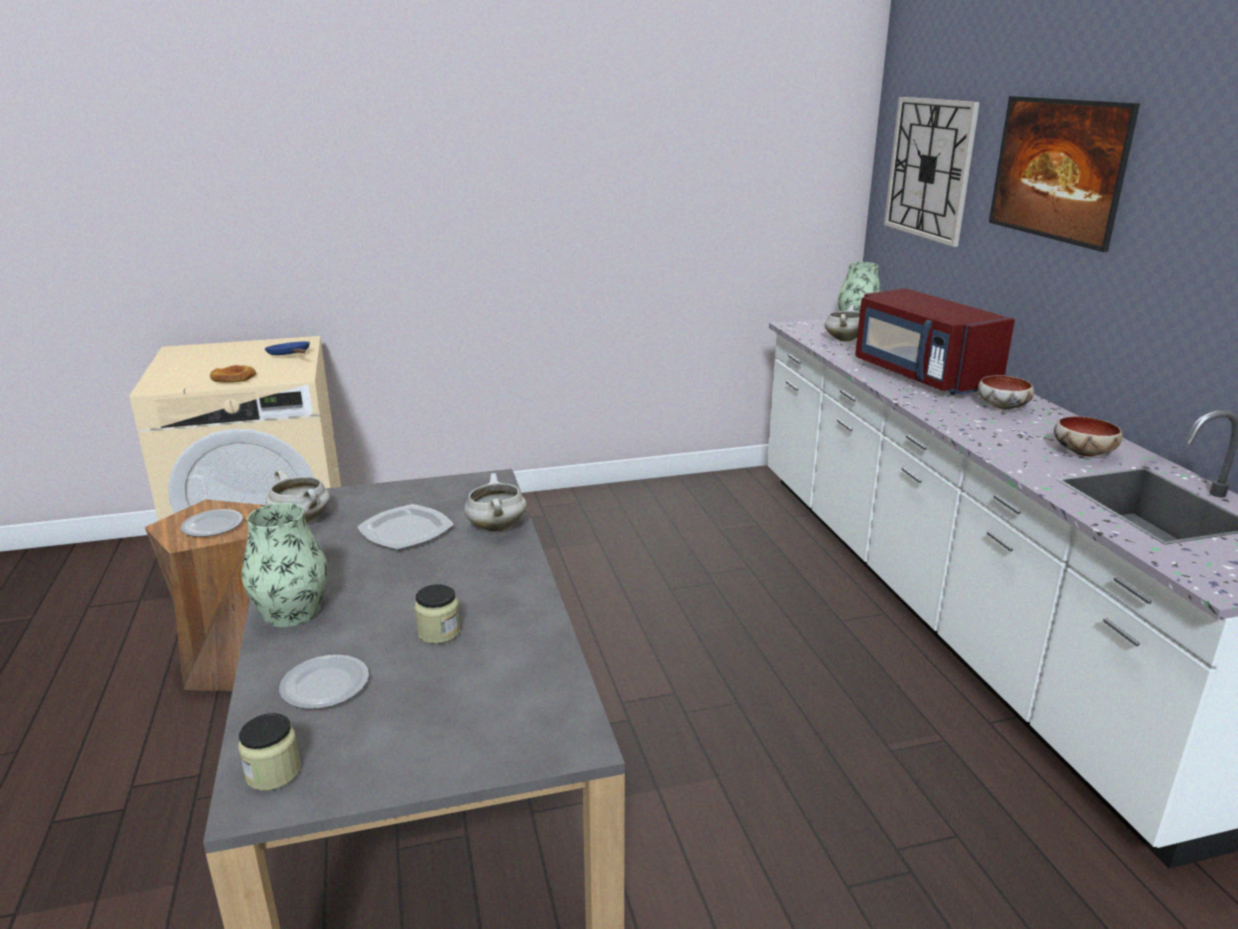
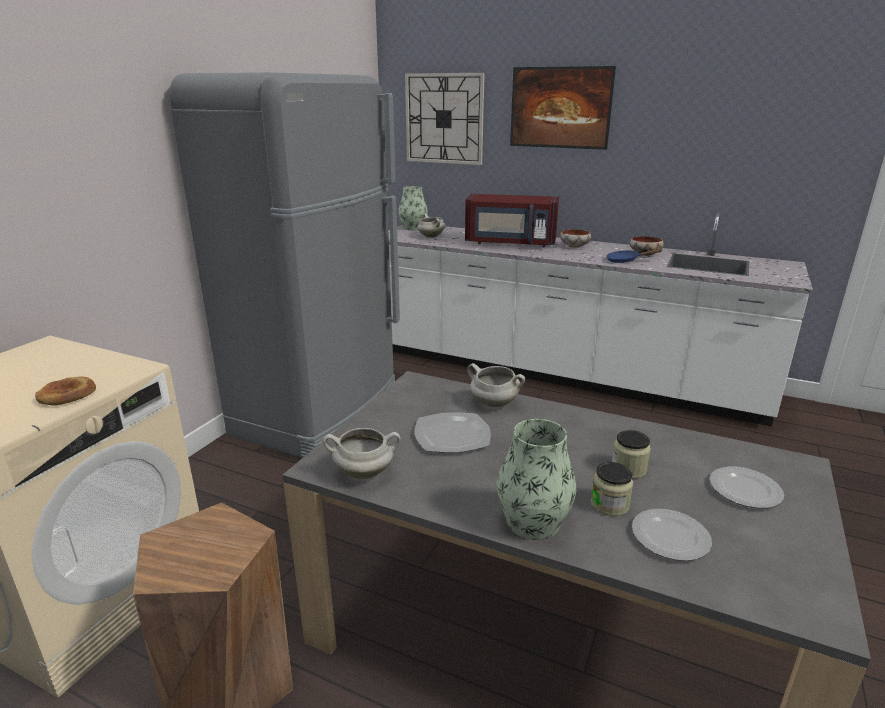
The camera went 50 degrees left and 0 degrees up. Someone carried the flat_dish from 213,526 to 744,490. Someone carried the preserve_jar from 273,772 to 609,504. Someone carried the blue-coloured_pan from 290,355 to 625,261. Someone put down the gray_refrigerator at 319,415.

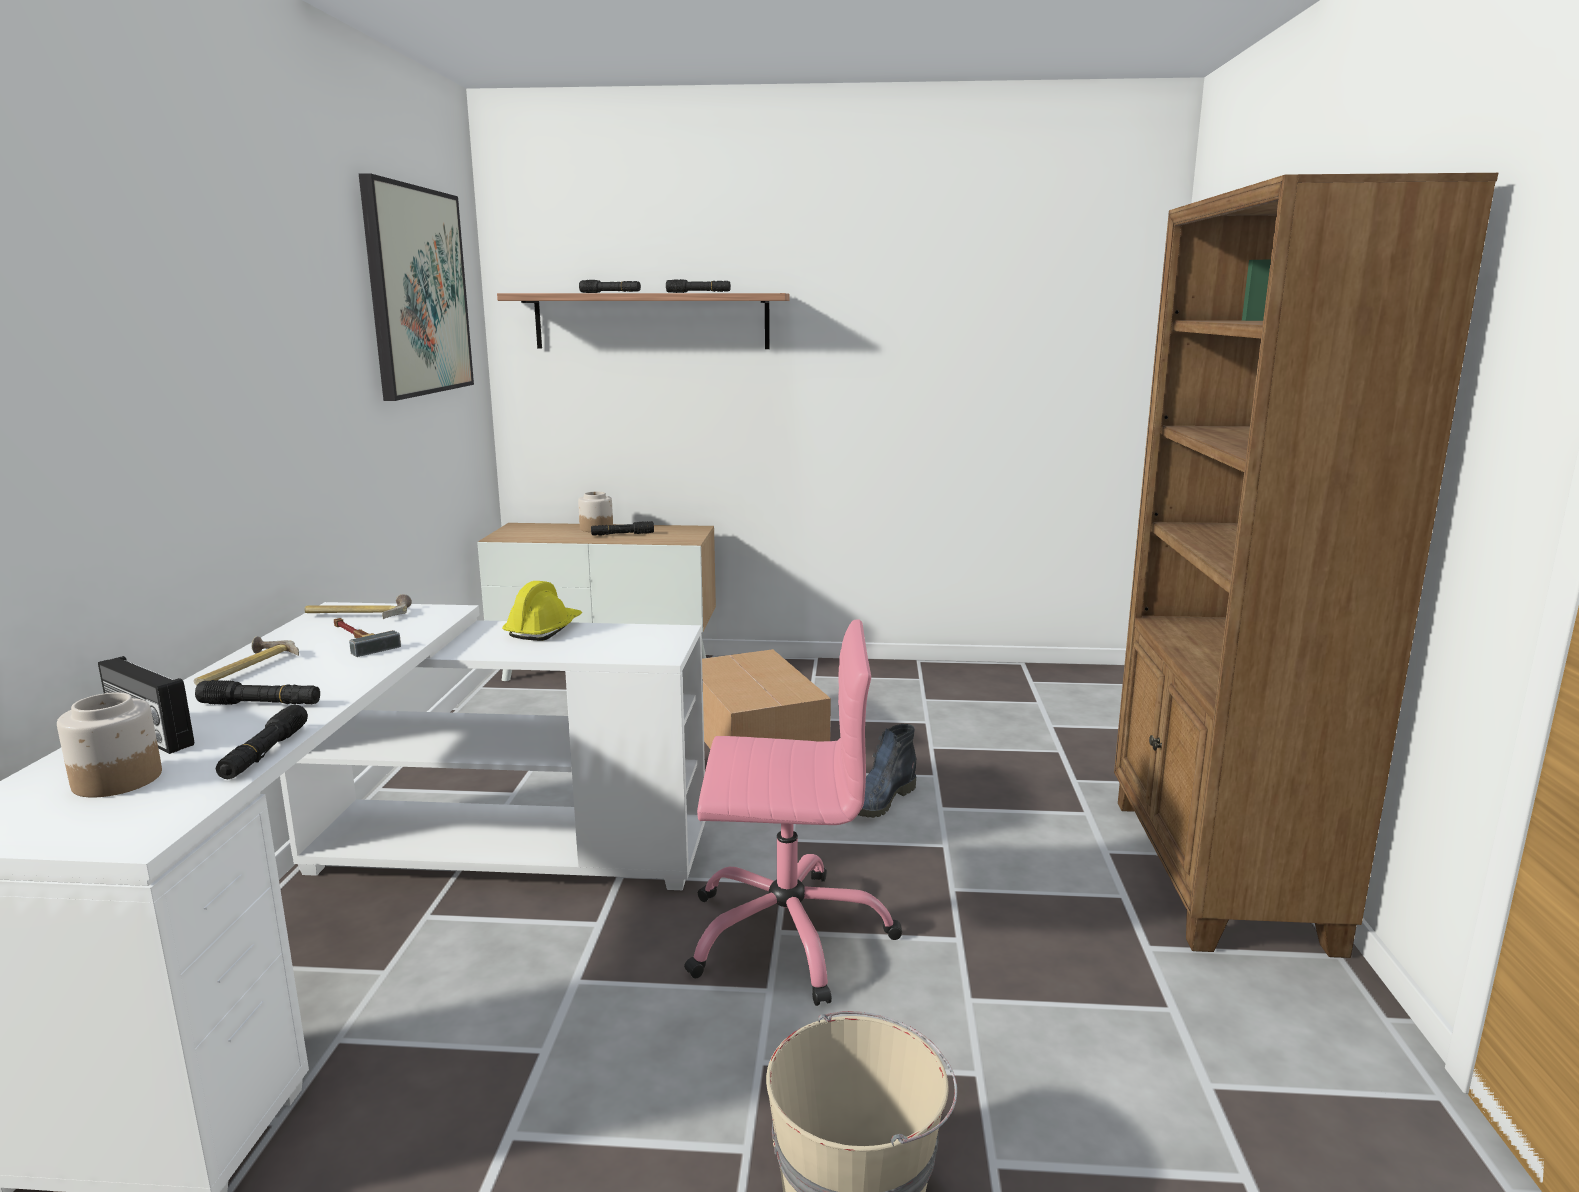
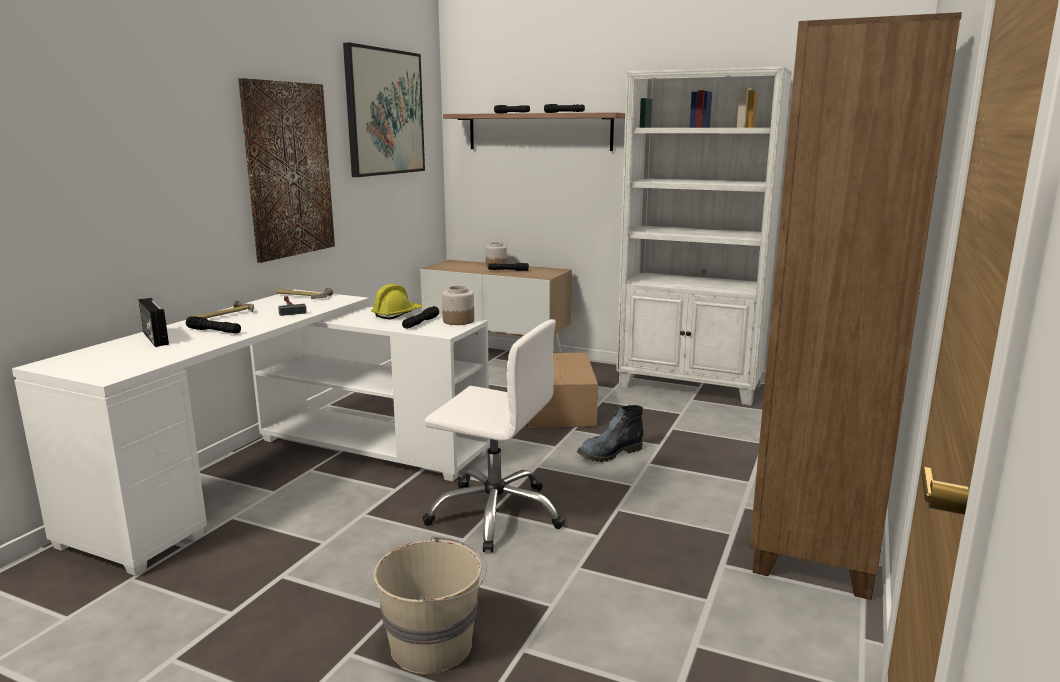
The camera went 20 degrees right and 0 degrees up. Someone carried the preserve_jar from 116,780 to 458,321. Someone carried the black_hand_torch from 265,753 to 421,323. Someone repainted the pink_office_chair at 788,934, which became the white_office_chair at 496,514. Someone put up the wall_picture at 288,170. Someone put down the white_shelving_unit at 690,386.

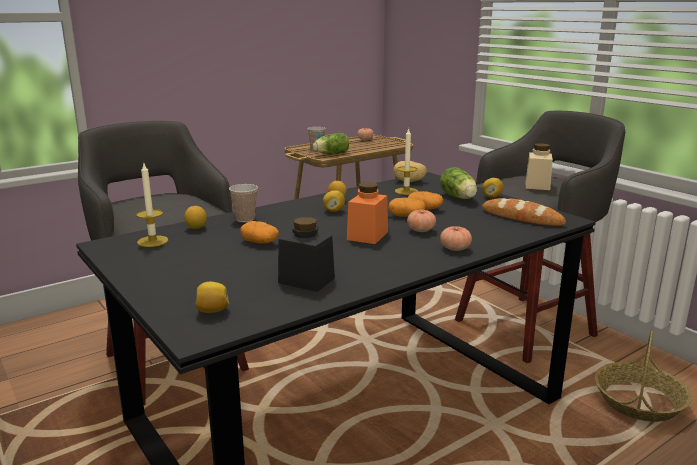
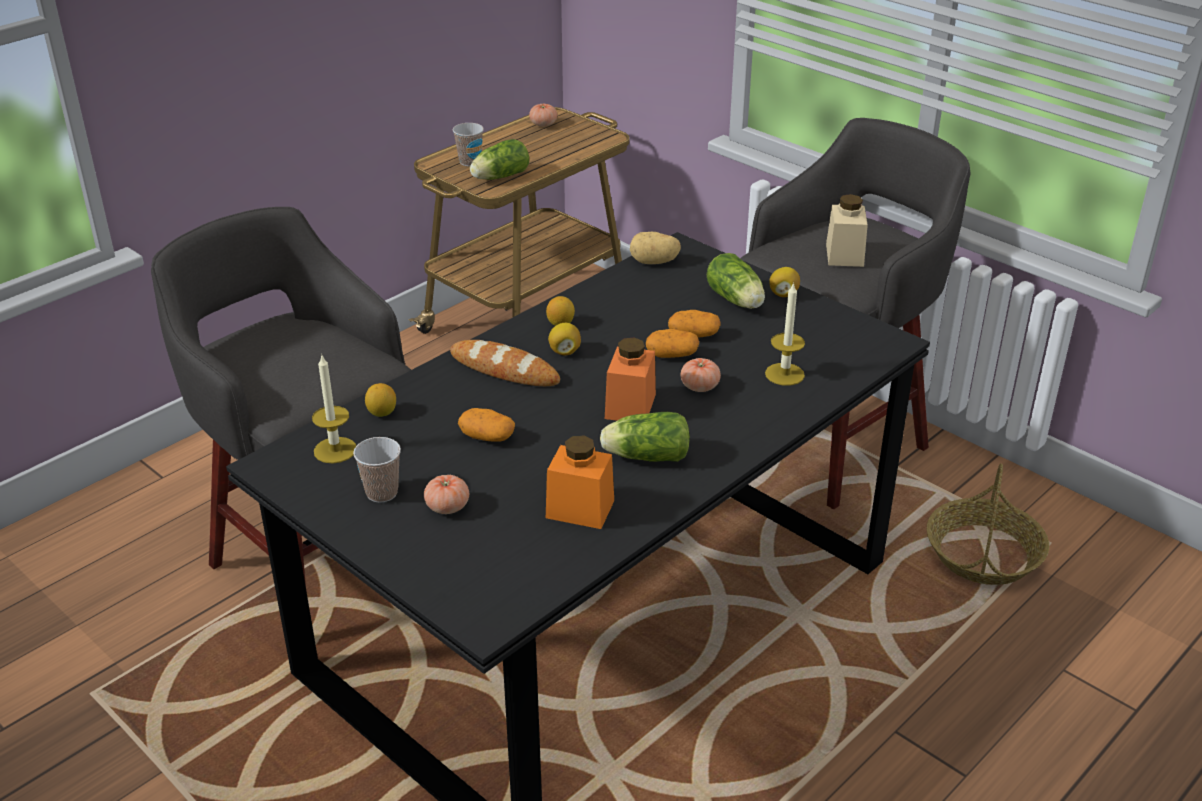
The camera went 10 degrees left and 15 degrees up. Someone took away the lemon at 212,311. Someone carried the small_cup from 245,219 to 382,493. Someone repainted the black_preserve_jar at 306,280, which became the orangey_preserve_jar at 580,509. Someone carried the wax_candle from 406,191 to 784,374. Someone carried the fresh_tomato from 455,248 to 447,507. Someone carried the bread from 521,218 to 504,369. Someone put down the head_of_lettuce at 644,456.

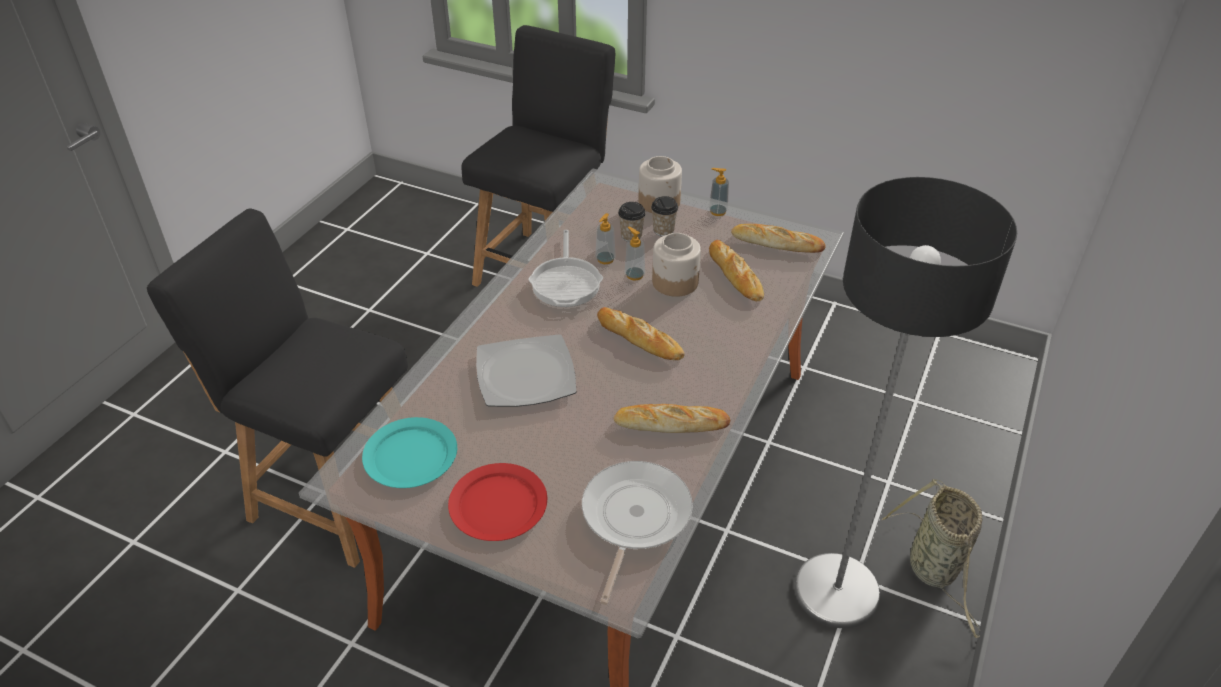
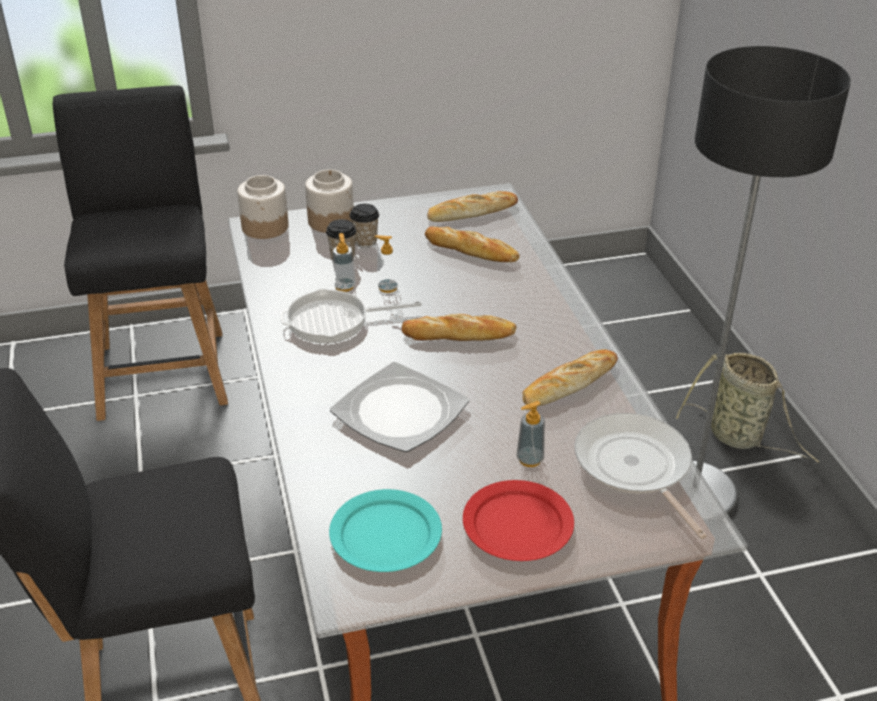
The camera went 40 degrees left and 5 degrees down. Someone rotated the pan at 566,282 by 120 degrees clockwise. Someone carried the preserve_jar from 675,282 to 265,227. Someone carried the soap_bottle from 717,211 to 529,459.

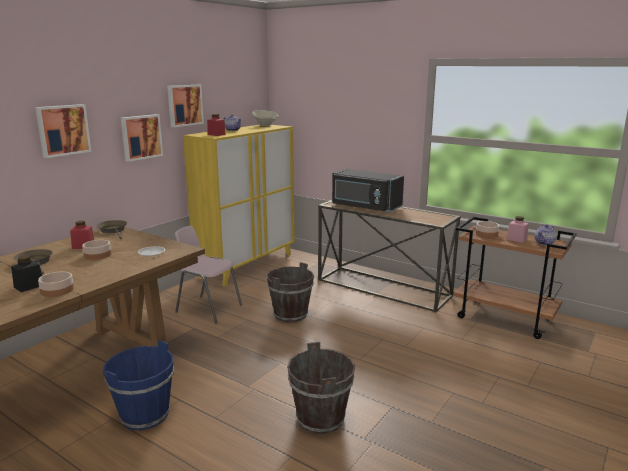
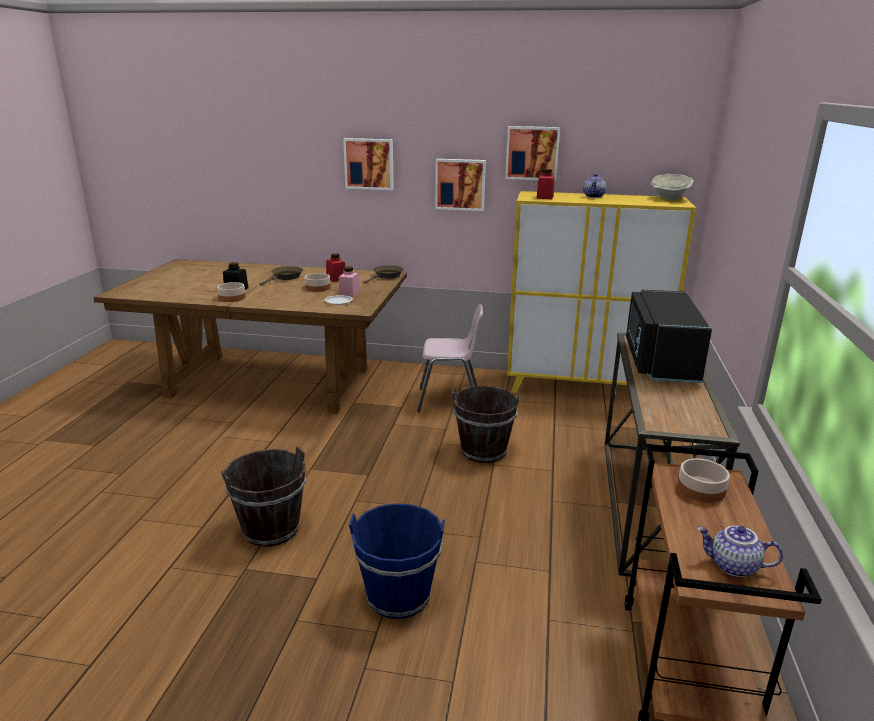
The camera went 65 degrees right and 5 degrees up. Someone carried the blue-coloured_water_bucket from 145,415 to 398,596. Someone rotated the pink_chair at 208,308 by 90 degrees clockwise. Someone carried the pink_preserve_jar from 516,239 to 349,293.

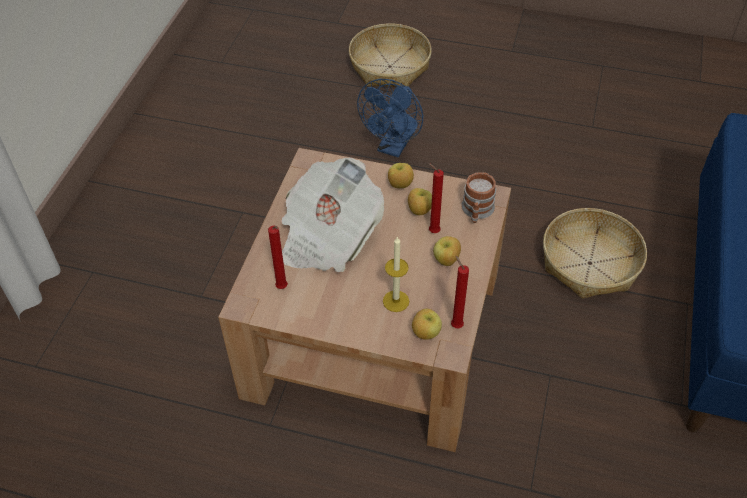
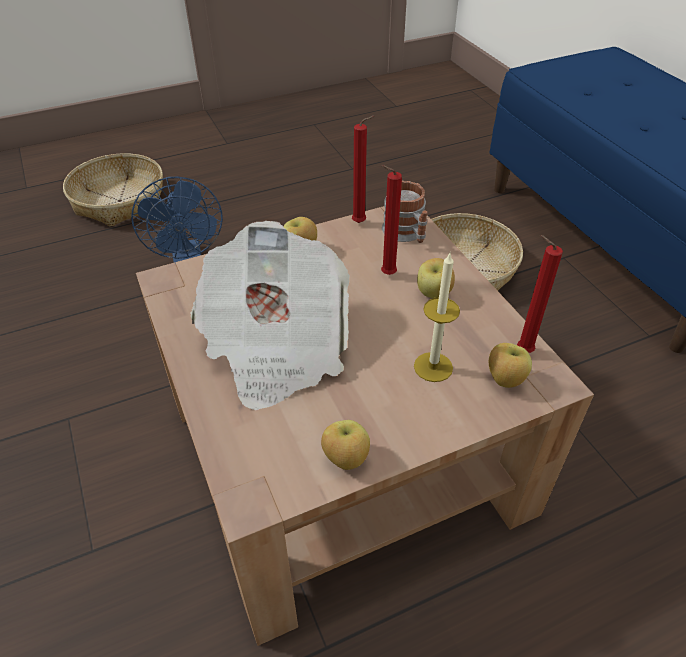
The camera went 40 degrees left and 5 degrees down. Someone carried the red-coloured_wax_candle from 282,288 to 361,223. Someone carried the apple from 419,211 to 345,459.

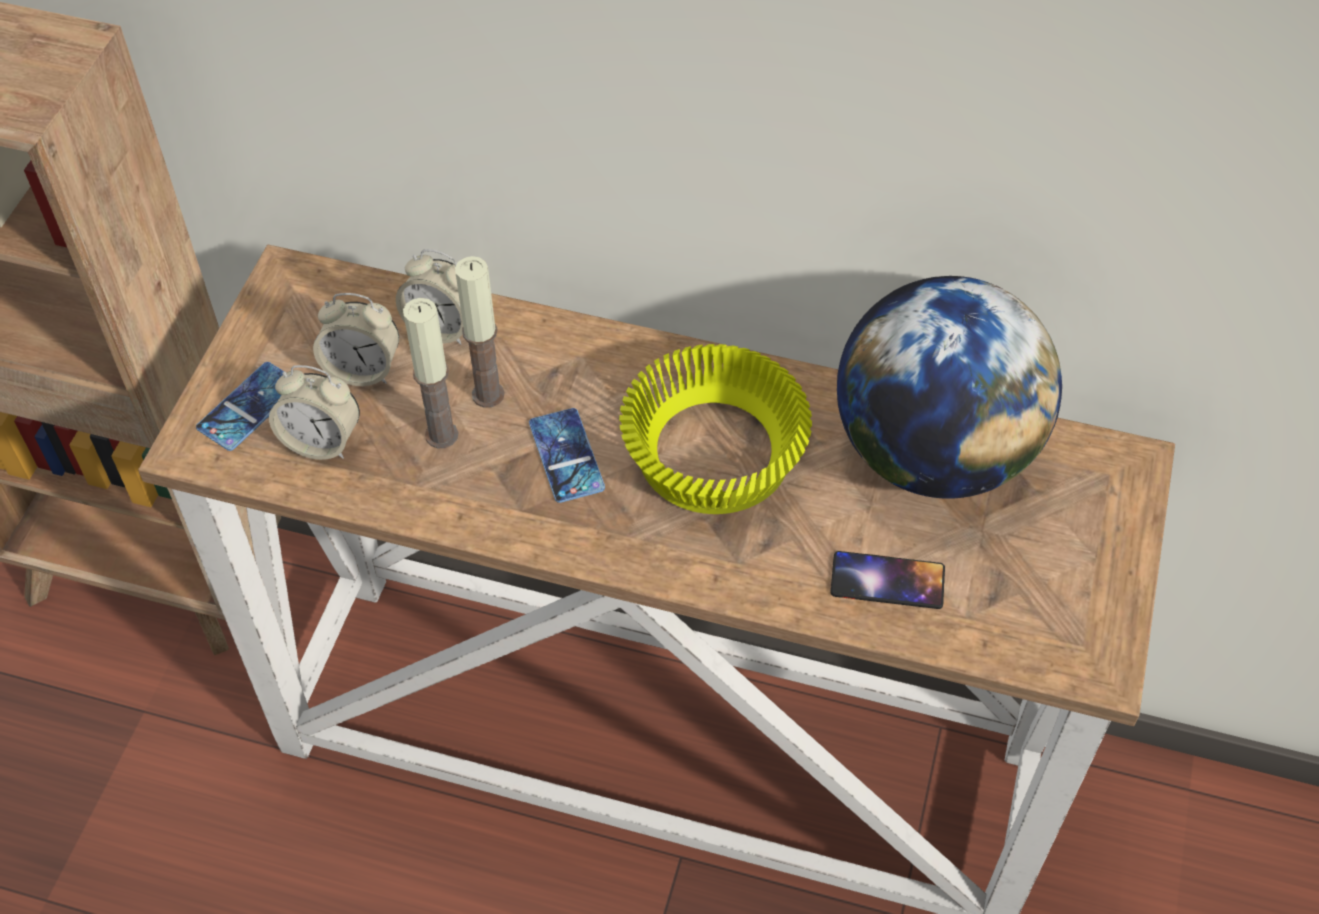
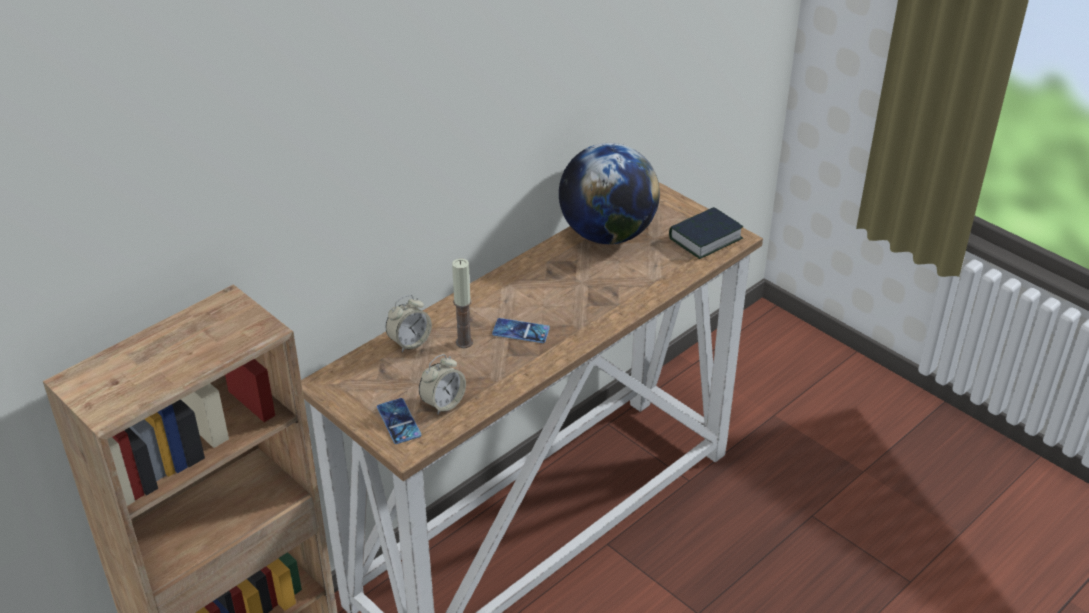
The camera went 60 degrees left and 15 degrees down. Someone took away the table_clock at 362,369. Someone took away the wax_candle at 442,435. Someone took away the yellow_bowl at 717,455. Someone took away the telephone at 887,580. Someone put down the book at 705,238.

